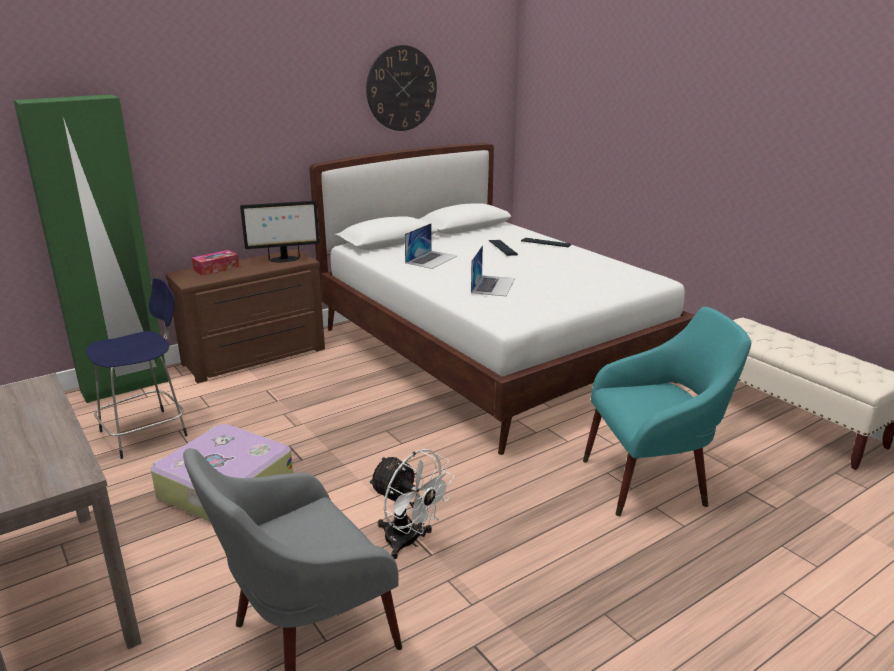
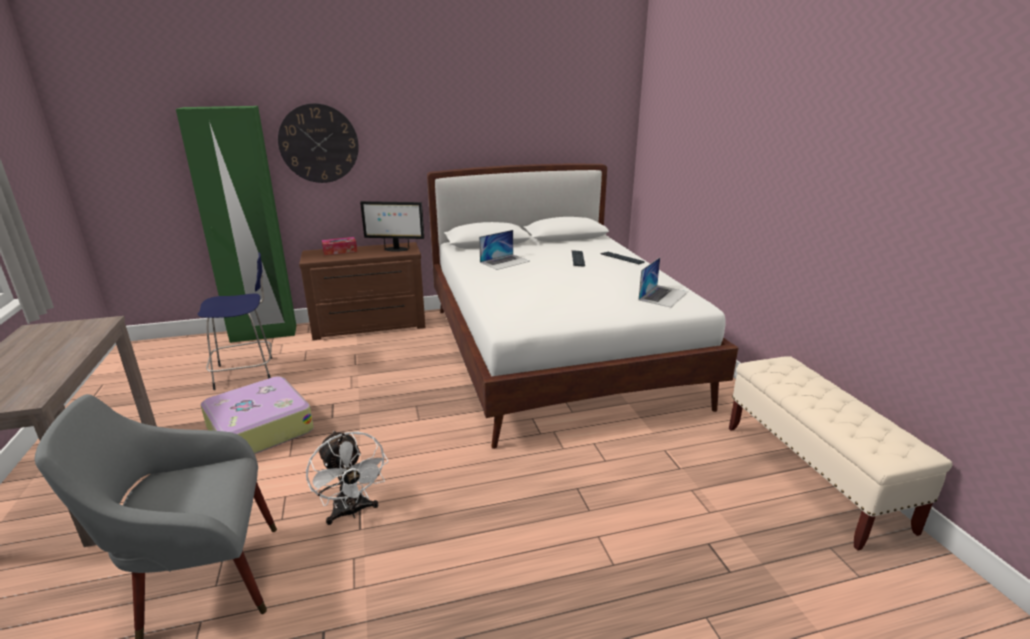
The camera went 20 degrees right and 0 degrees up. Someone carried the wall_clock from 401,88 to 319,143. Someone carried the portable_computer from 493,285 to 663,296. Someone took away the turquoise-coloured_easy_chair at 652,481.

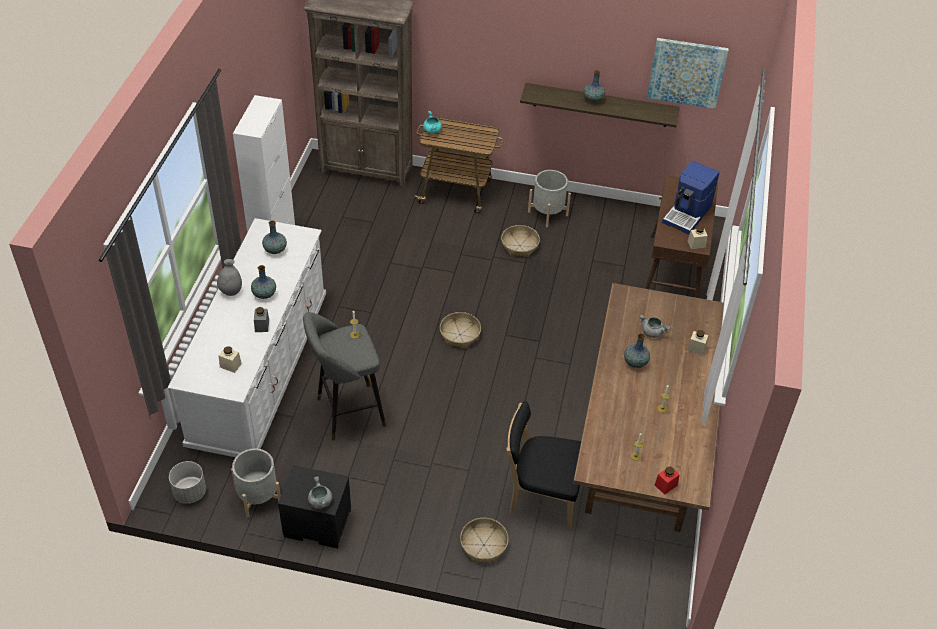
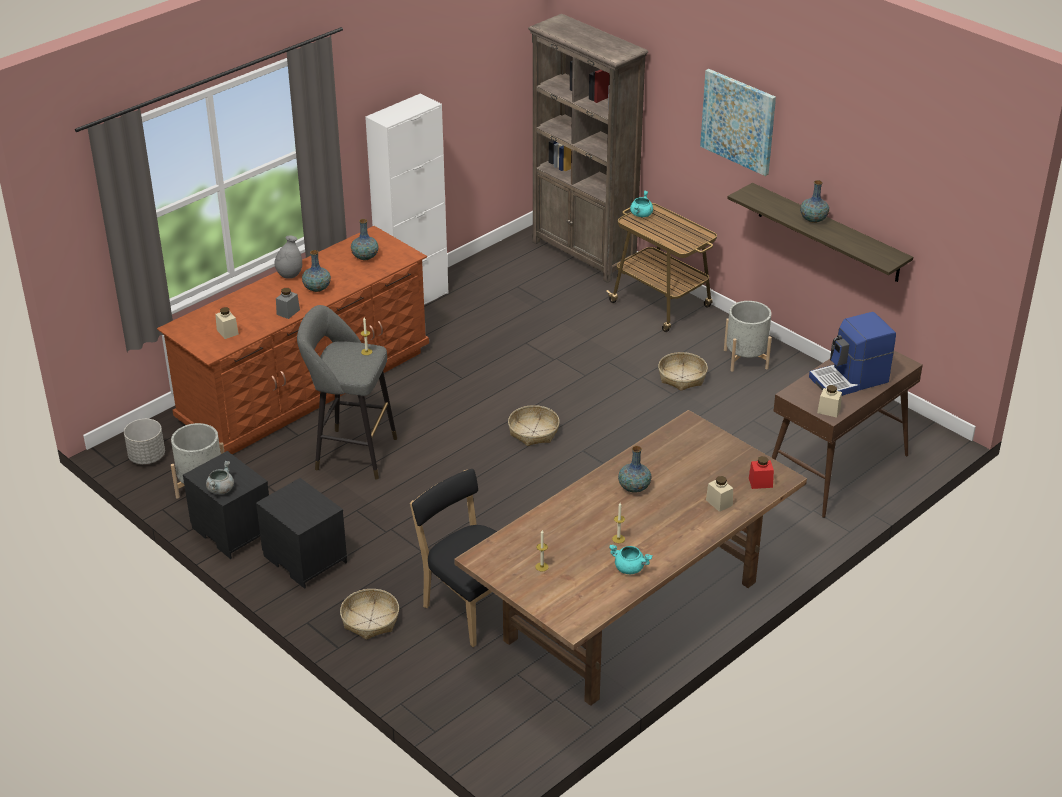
The camera went 35 degrees right and 10 degrees down. Someone repainted the white_chest_of_drawers at 260,371, which became the brown_chest_of_drawers at 306,386. Someone took away the gray_saucepot at 652,332. Someone carried the wall_picture from 686,72 to 738,121. Someone carried the red-coloured_preserve_jar from 666,485 to 760,482. Someone put down the black_night_table at 303,559. Someone put down the turquoise-coloured_saucepot at 630,568.

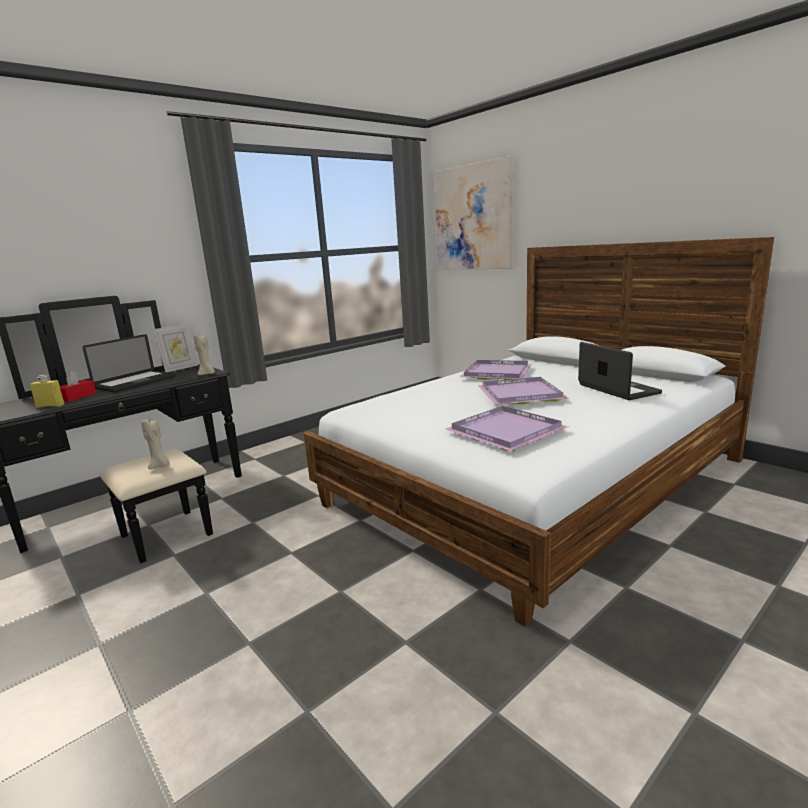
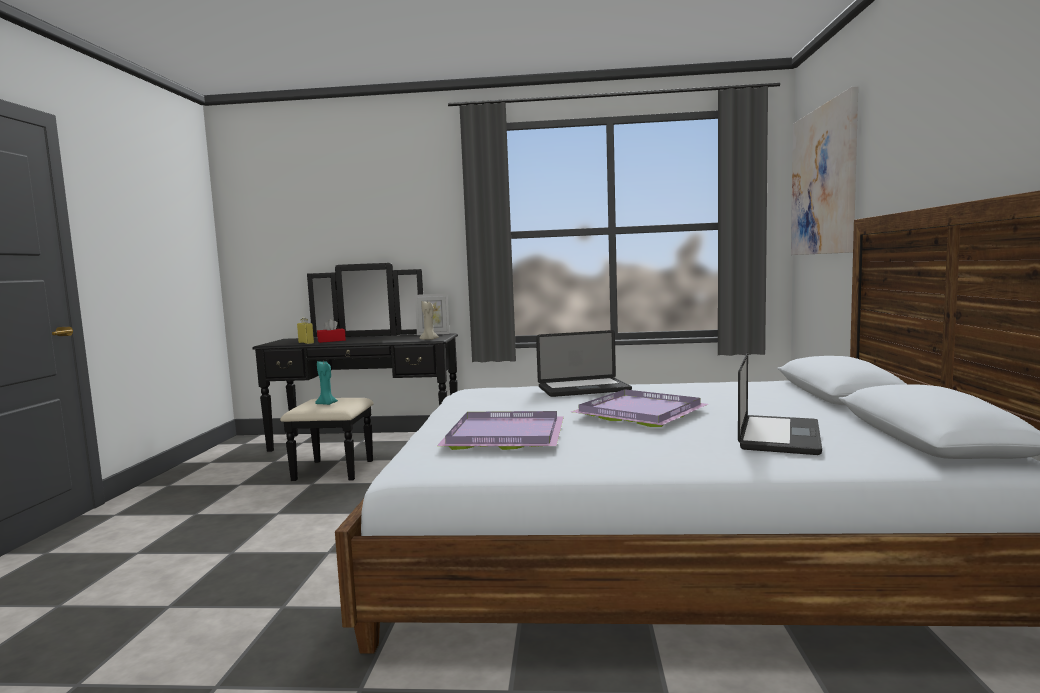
The camera went 45 degrees right and 10 degrees down. Someone carried the portable_computer from 135,382 to 584,389. Someone repainted the beige_wax_candle at 160,466, which became the turquoise-coloured_wax_candle at 327,404. Someone took away the purplish_tray at 495,373.

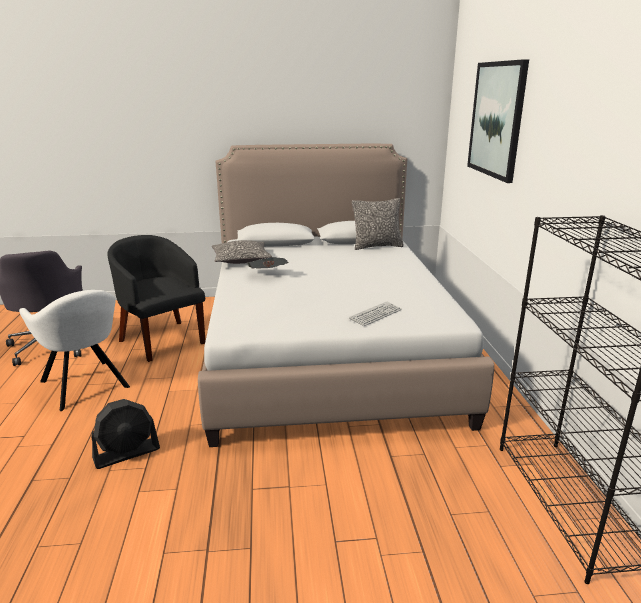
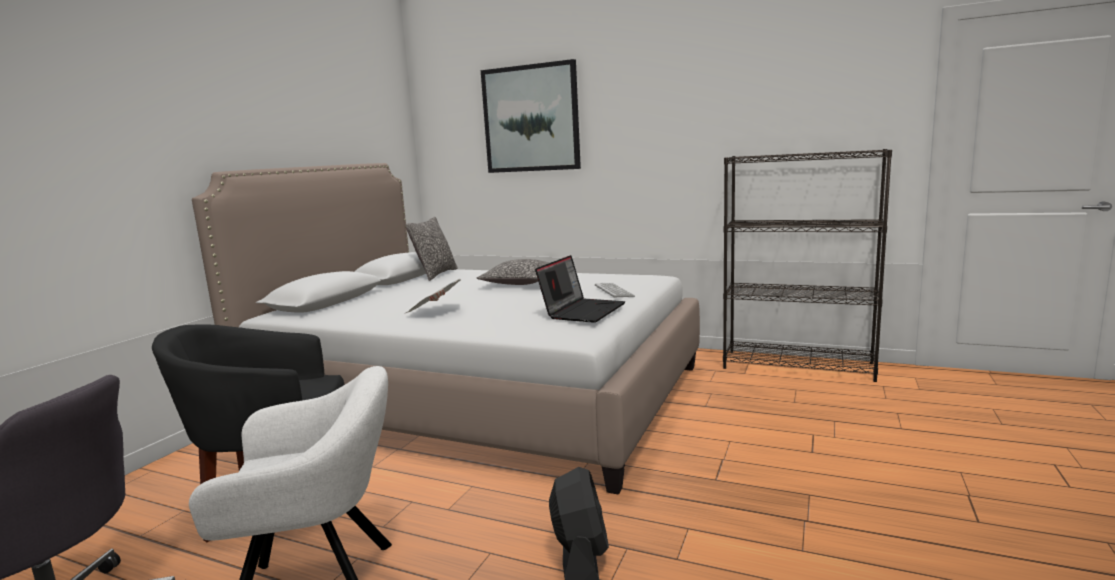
The camera went 60 degrees left and 10 degrees down. Someone carried the cushion from 241,260 to 520,282. Someone put down the portable_computer at 582,311.

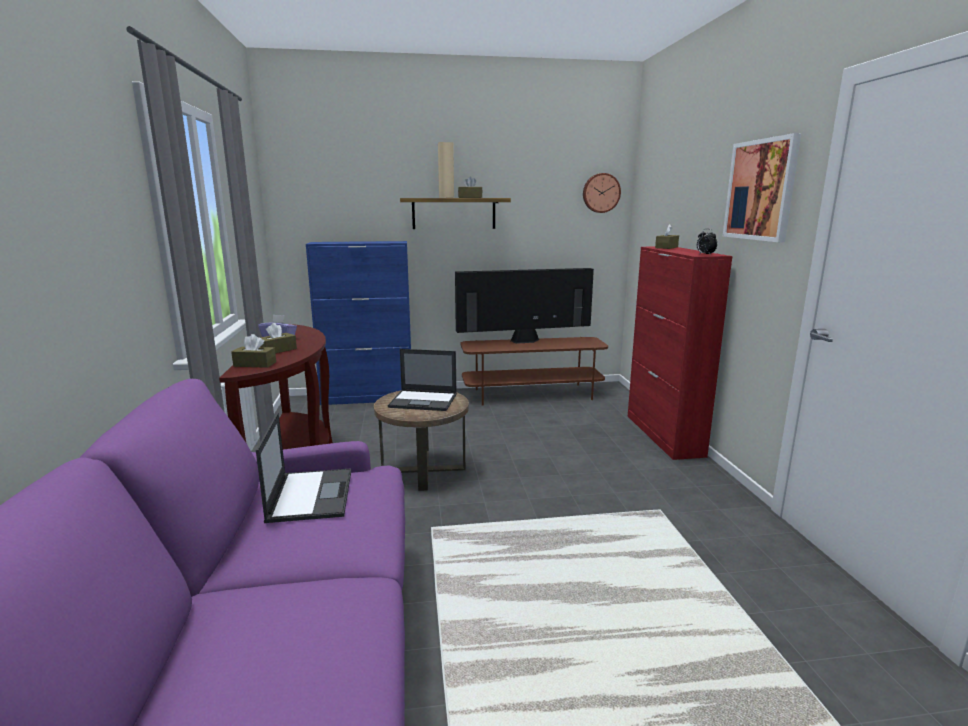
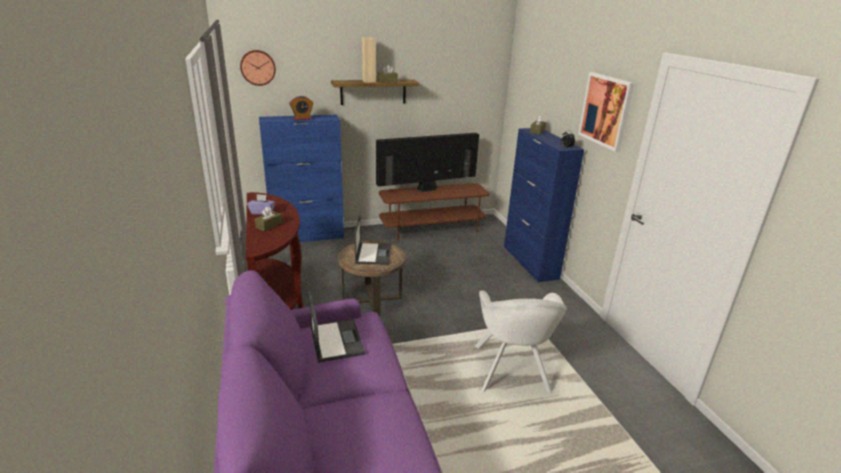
The camera went 10 degrees left and 10 degrees up. Someone took away the brown_tissue_box at 255,364. Someone rotated the portable_computer at 424,401 by 90 degrees counterclockwise. Someone carried the wall_clock from 601,193 to 258,67. Someone repainted the red-coloured_storage_cabinet at 664,435, which became the blue-coloured_storage_cabinet at 530,262. Someone put down the table_clock at 302,119. Someone put down the white_easy_chair at 511,372.

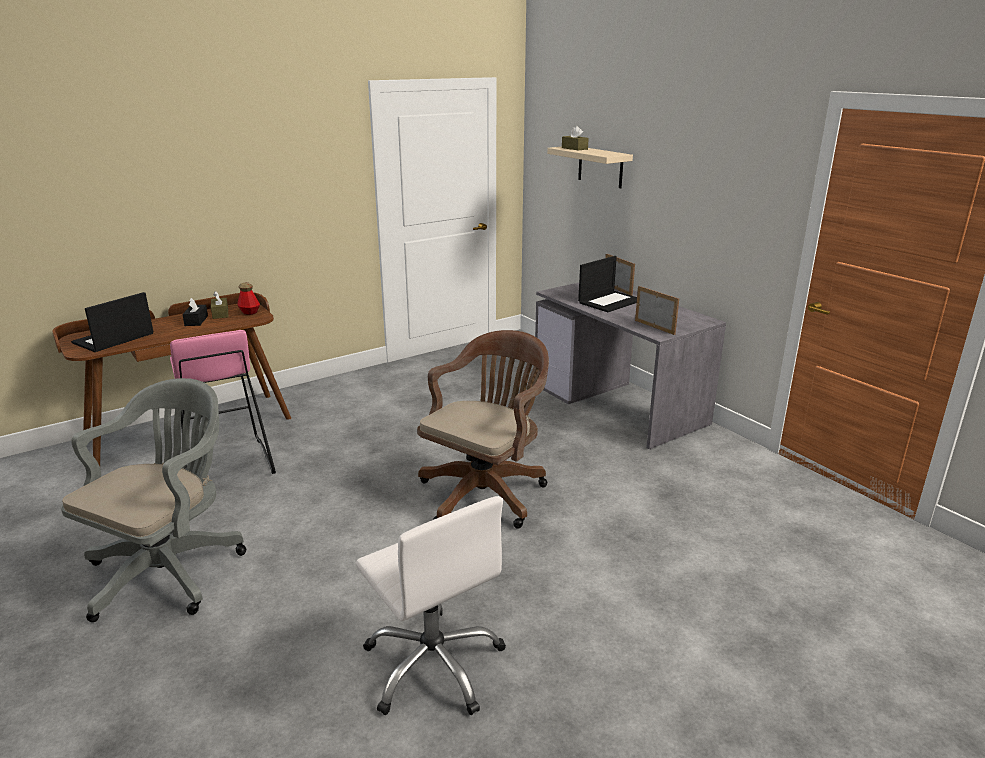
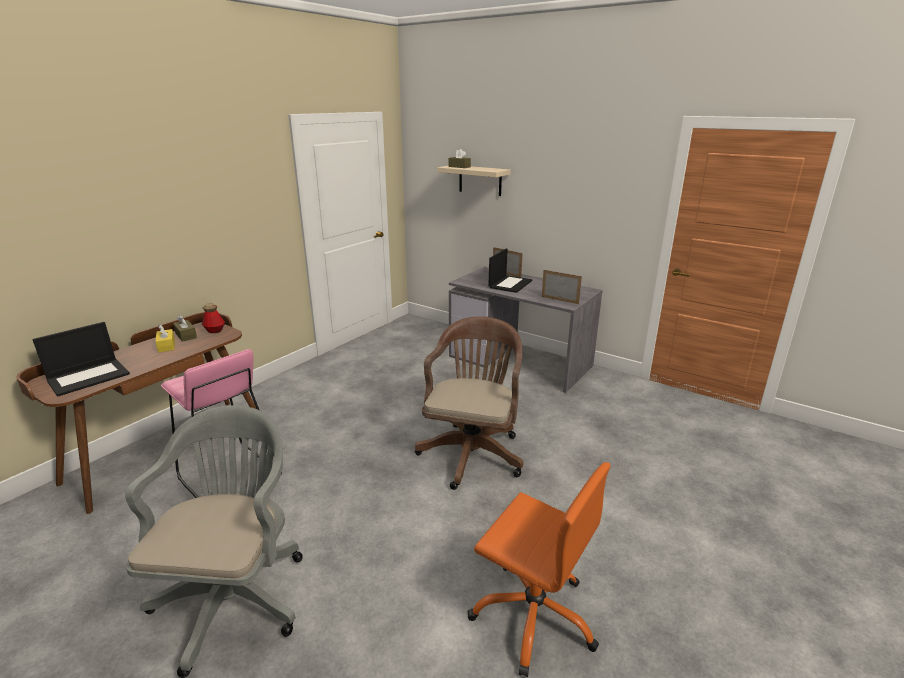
The camera went 20 degrees left and 0 degrees up. Someone rotated the portable_computer at 113,339 by 150 degrees counterclockwise. Someone repainted the black_tissue_box at 196,321, which became the yellow_tissue_box at 166,346. Someone repainted the white_office_chair at 434,664, which became the orangey_office_chair at 534,615.

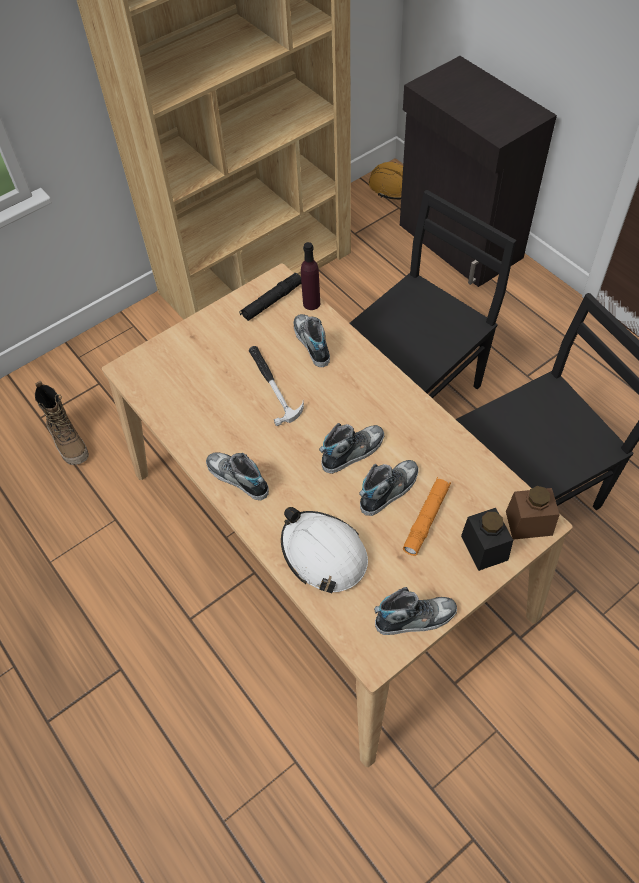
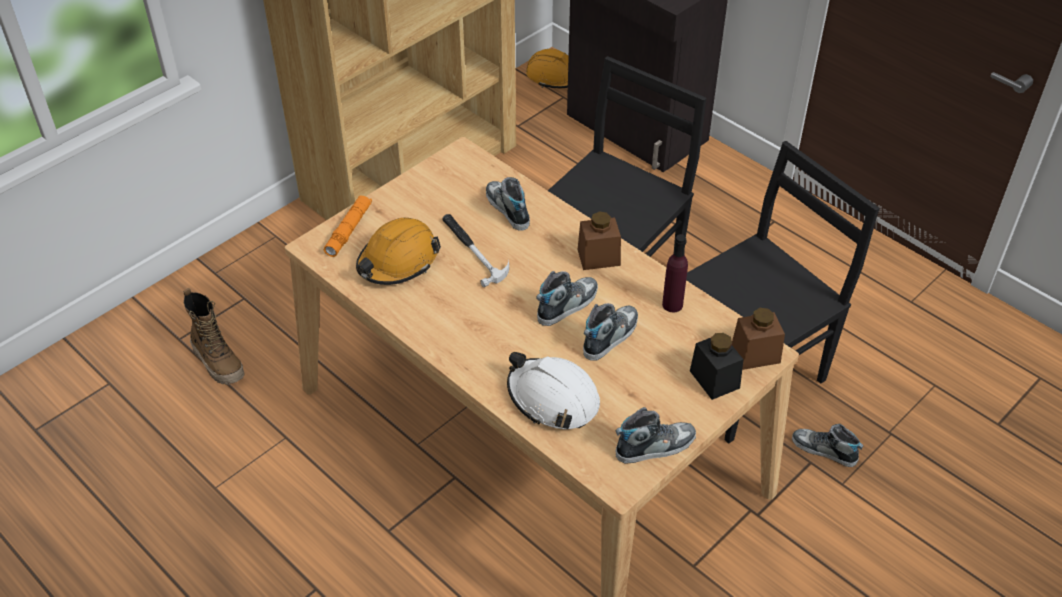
The camera went 10 degrees left and 10 degrees down. Someone carried the low_shoe from 237,478 to 824,450. Someone took away the black_hand_torch at 271,301. Someone carried the purplish_beverage_bottle from 311,303 to 672,304. Someone carried the orangey_hand_torch from 426,519 to 349,230. Someone put down the orangey_work_helmet at 398,261. Someone put down the brown_preserve_jar at 598,257.

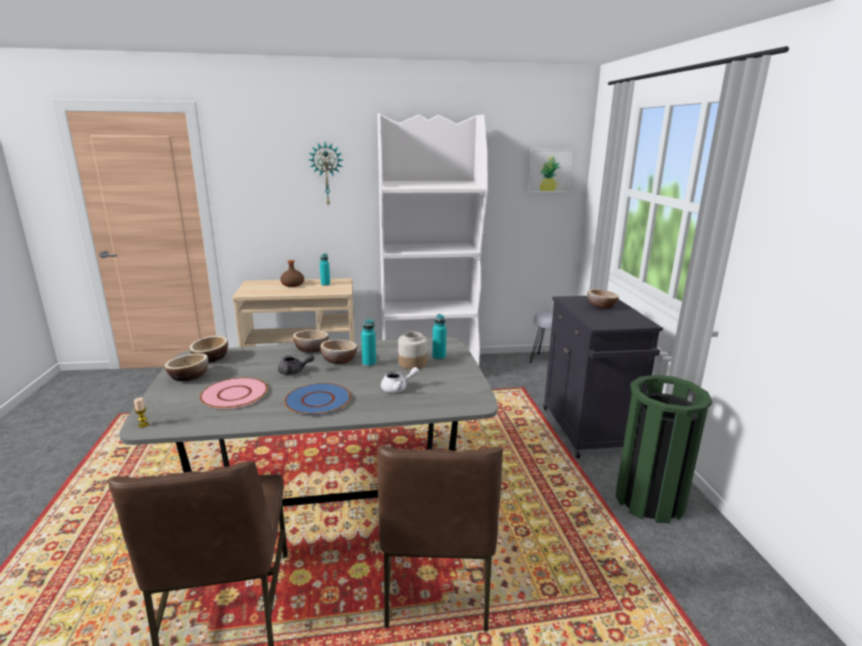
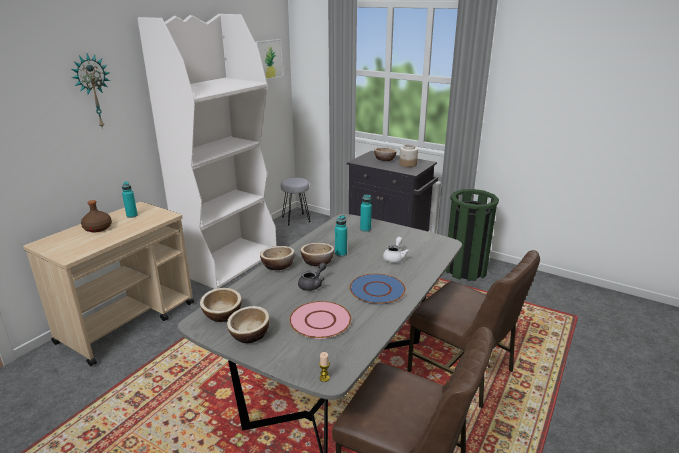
The camera went 50 degrees left and 5 degrees up. Someone carried the preserve_jar from 412,363 to 408,164.

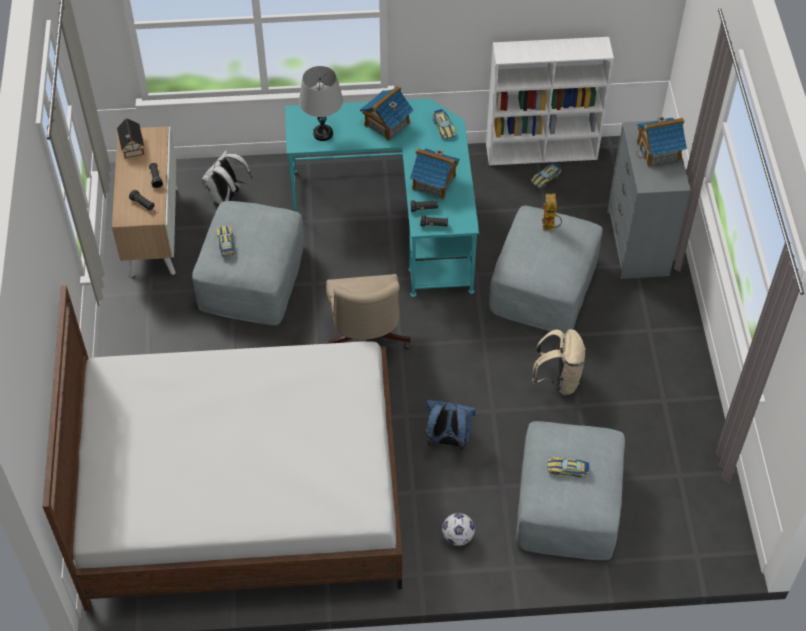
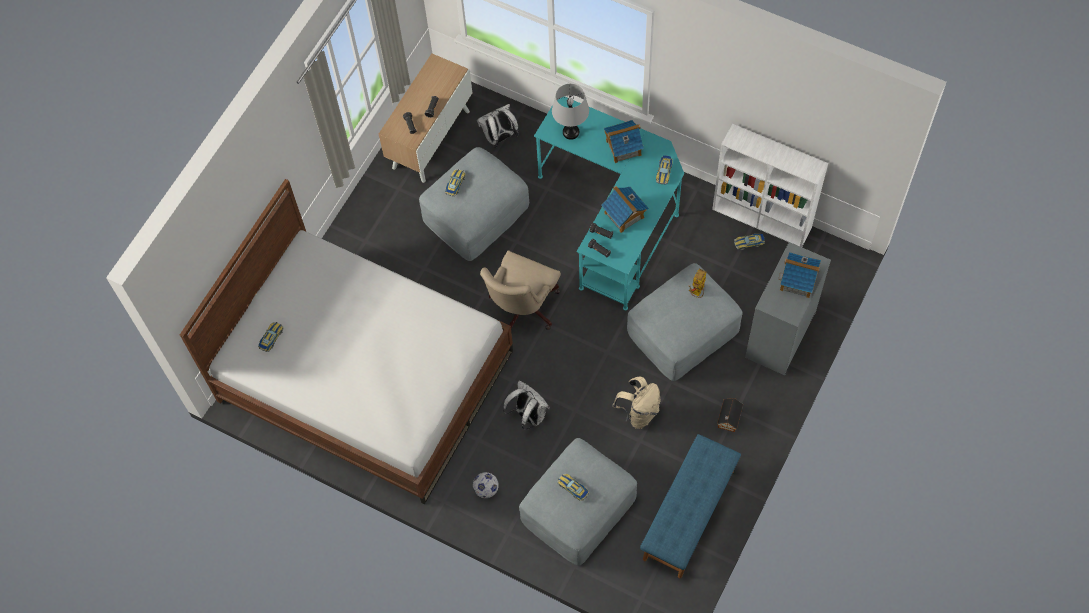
The camera went 35 degrees right and 10 degrees up. Someone carried the model_house from 132,147 to 728,419. Someone repainted the blue-coloured_backpack at 448,440, which became the white_backpack at 528,415. Someone put down the miniature_car at 271,338. Someone put down the blue-coloured_bench at 689,515.

